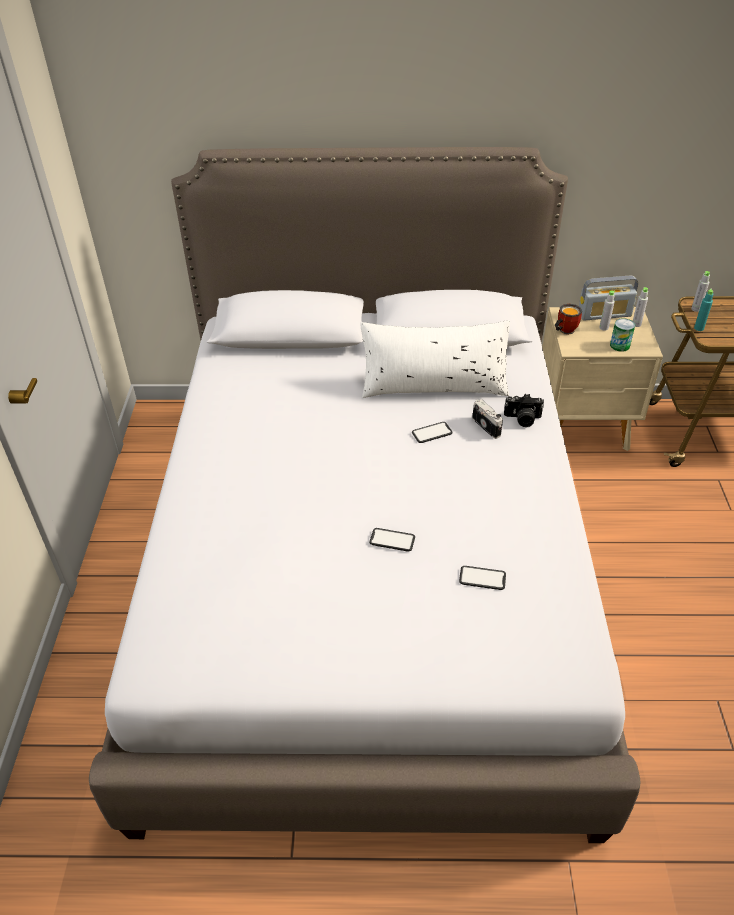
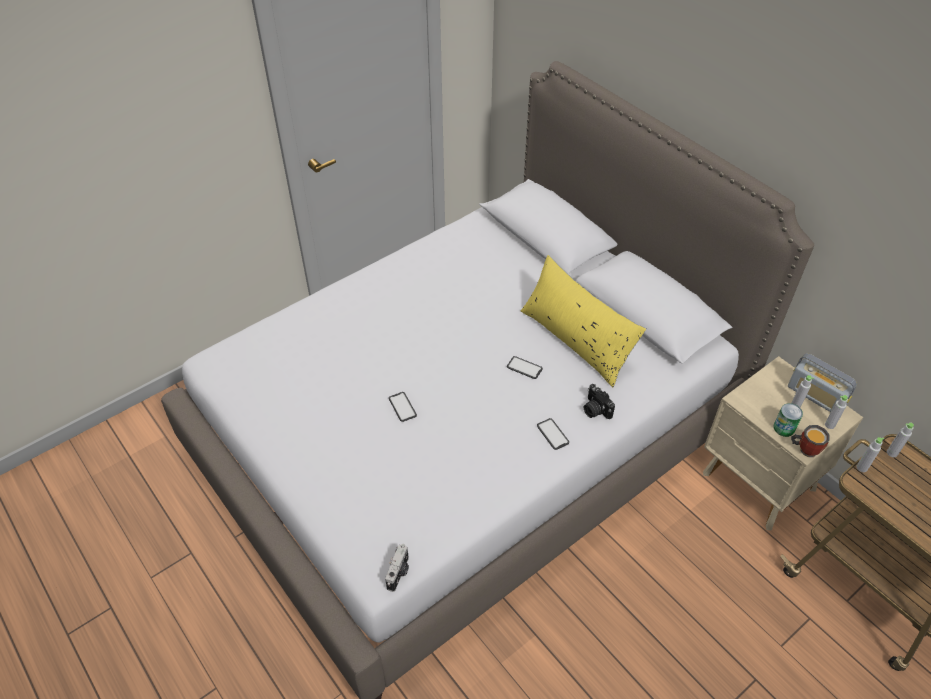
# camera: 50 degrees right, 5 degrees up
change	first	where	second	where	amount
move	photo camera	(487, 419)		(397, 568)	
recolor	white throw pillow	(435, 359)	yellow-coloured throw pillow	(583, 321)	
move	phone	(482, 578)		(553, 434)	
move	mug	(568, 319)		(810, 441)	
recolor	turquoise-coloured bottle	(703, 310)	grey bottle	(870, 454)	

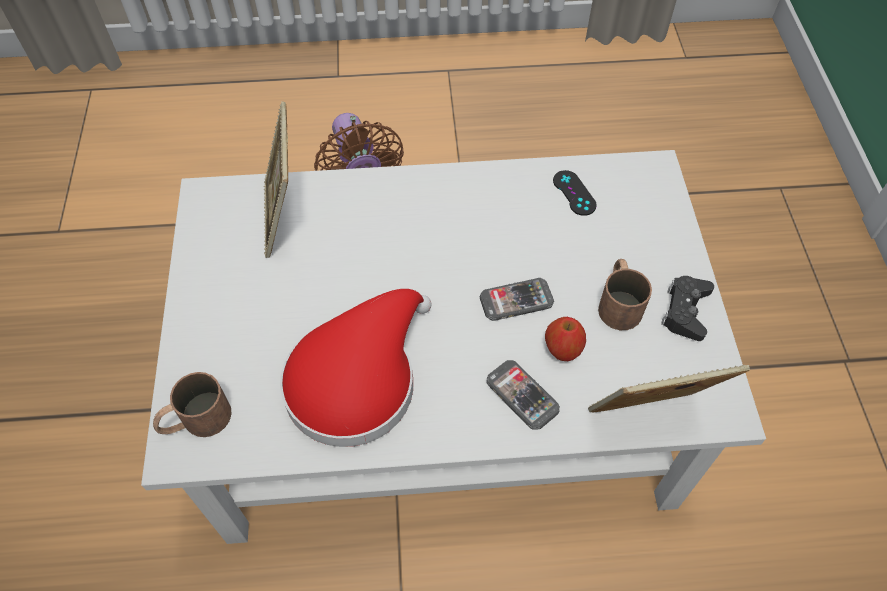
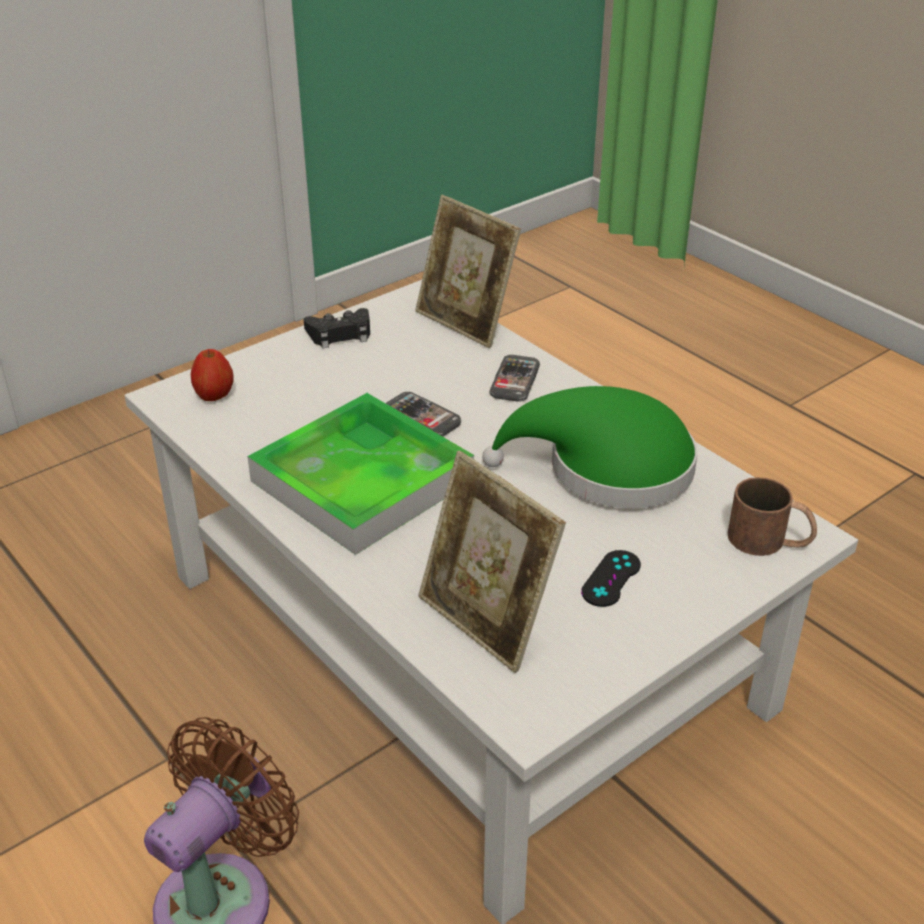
# camera: 125 degrees left, 20 degrees down
change	first	where	second	where	amount
move	apple	(565, 339)		(212, 375)	
insert			carrying tray	(360, 474)	
rotate	standing frame	(276, 179)		(492, 562)	90 degrees clockwise
recolor	red-coloured hat	(356, 368)	green hat	(589, 447)	
move	blackish gamepad	(575, 193)		(611, 578)	
delete	brownish mug	(625, 294)			

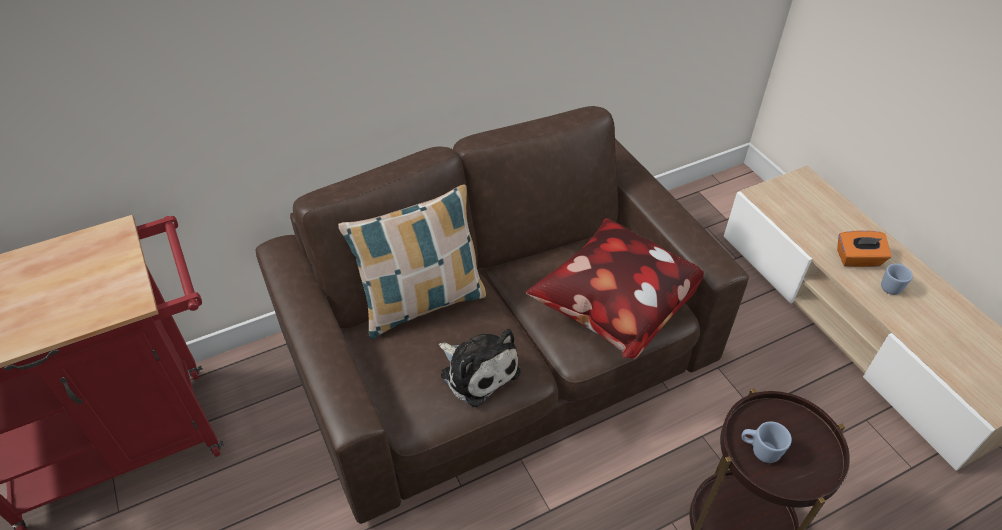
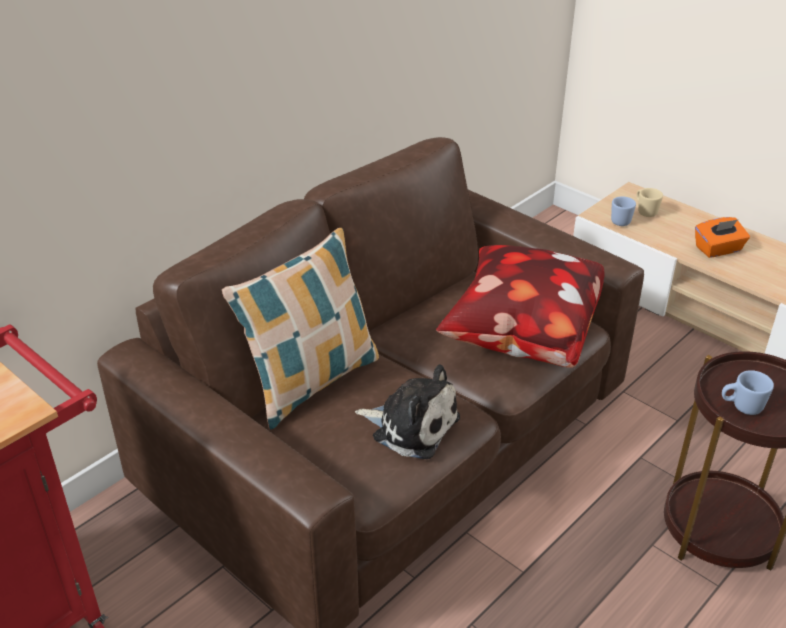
# camera: 20 degrees left, 10 degrees down
change	first	where	second	where	amount
move	blue-coloured mug	(897, 279)		(623, 211)	
insert			beige mug	(649, 202)	

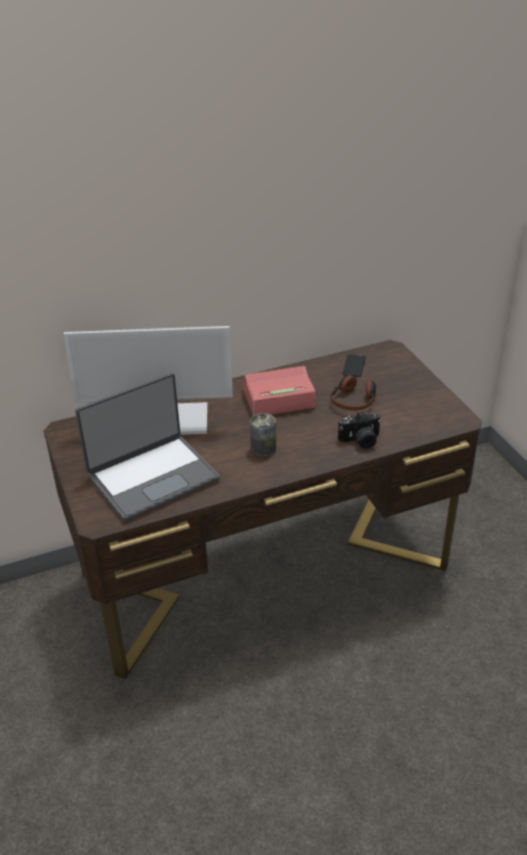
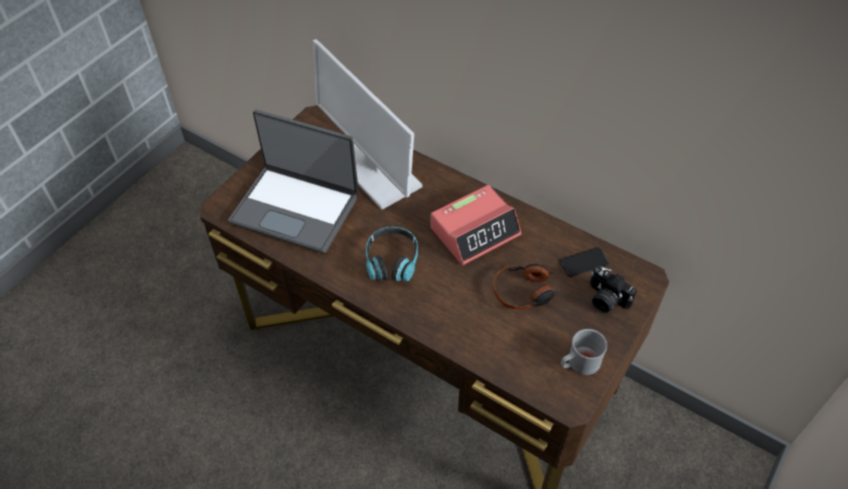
# camera: 55 degrees right, 15 degrees up
change	first	where	second	where	amount
replace	metal can	(263, 434)	headphones	(392, 254)	
rotate	table clock	(279, 391)		(476, 225)	105 degrees clockwise
insert			grey mug	(584, 352)	
move	photo camera	(359, 430)		(613, 289)	

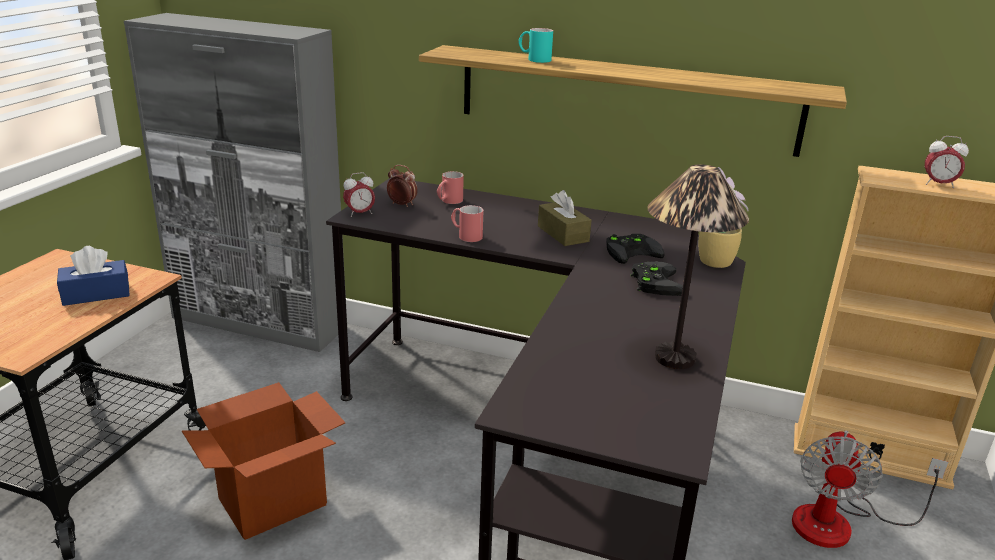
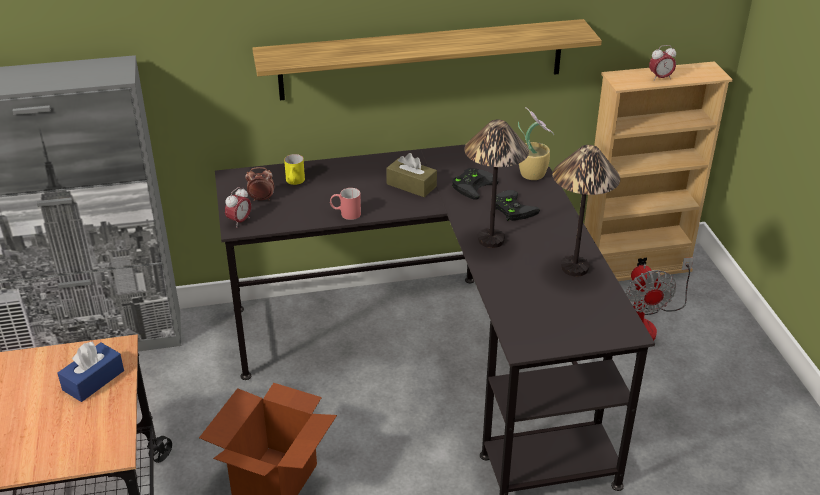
# camera: 30 degrees left, 10 degrees up
change	first	where	second	where	amount
recolor	red-coloured mug	(450, 187)	yellow-coloured mug	(294, 169)	
insert			table lamp	(496, 184)	
delete	turquoise-coloured mug	(535, 45)			

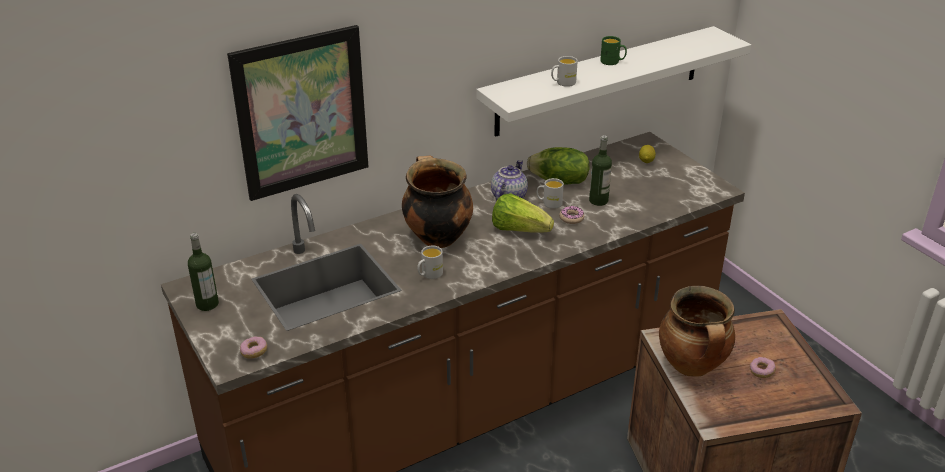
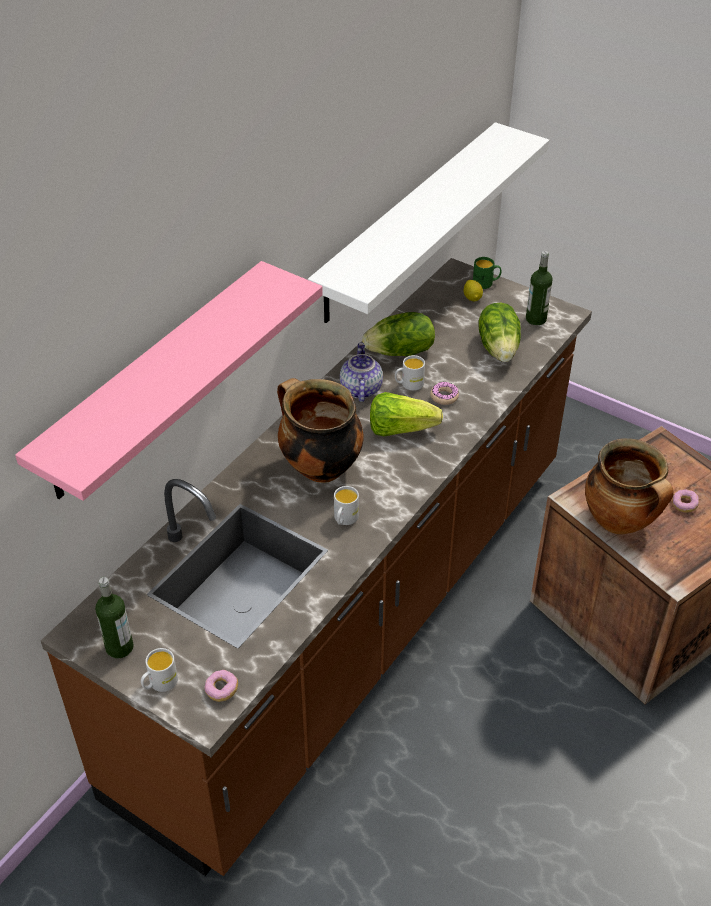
# camera: 25 degrees left, 10 degrees up
change	first	where	second	where	amount
replace	wall art	(297, 113)	pink bracket shelf	(169, 381)	
move	white mug	(564, 71)		(159, 670)	
move	green mug	(613, 50)		(487, 273)	
insert			lettuce head	(499, 332)	
move	bottle	(600, 170)		(539, 288)	

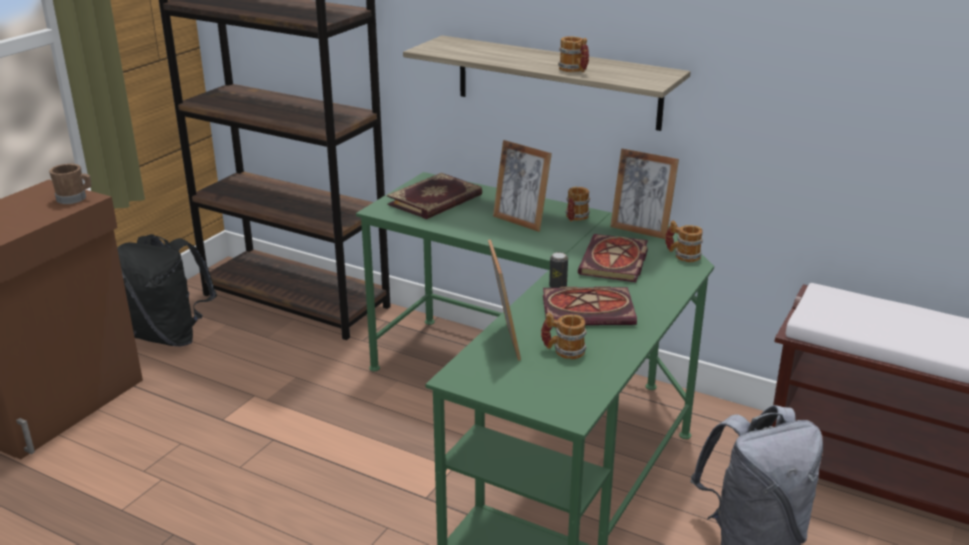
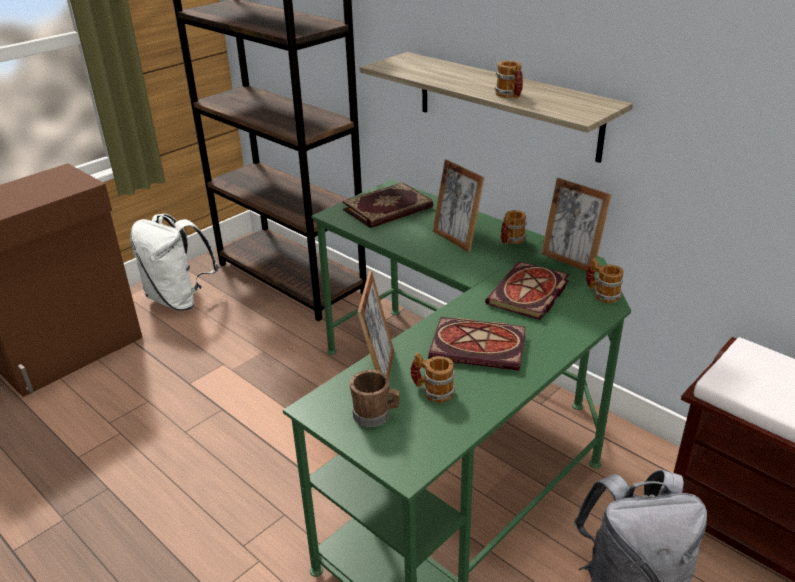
# camera: 15 degrees right, 5 degrees up
change	first	where	second	where	amount
recolor	blackish knapsack	(167, 290)	white knapsack	(174, 262)	
move	brownish mug	(70, 184)		(375, 398)	
delete	metal can	(558, 270)			

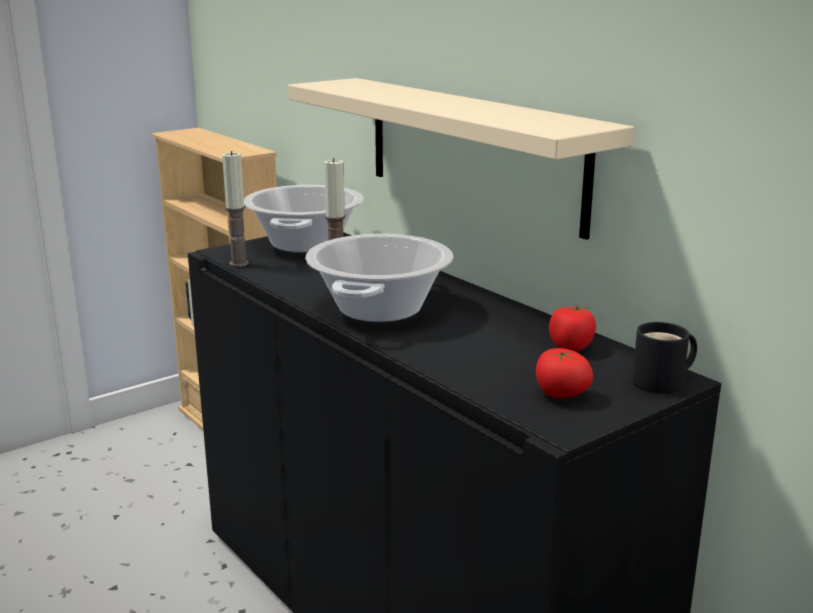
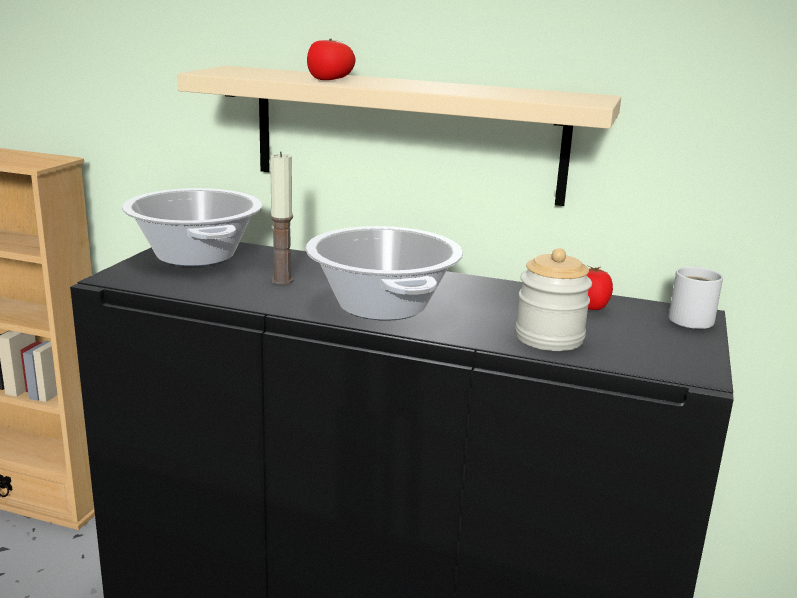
# camera: 35 degrees left, 0 degrees up
change	first	where	second	where	amount
move	fresh tomato	(564, 373)		(331, 59)	
insert			storage jar	(554, 299)	
recolor	blackish mug	(664, 357)	white mug	(696, 298)	
delete	candle	(235, 209)			

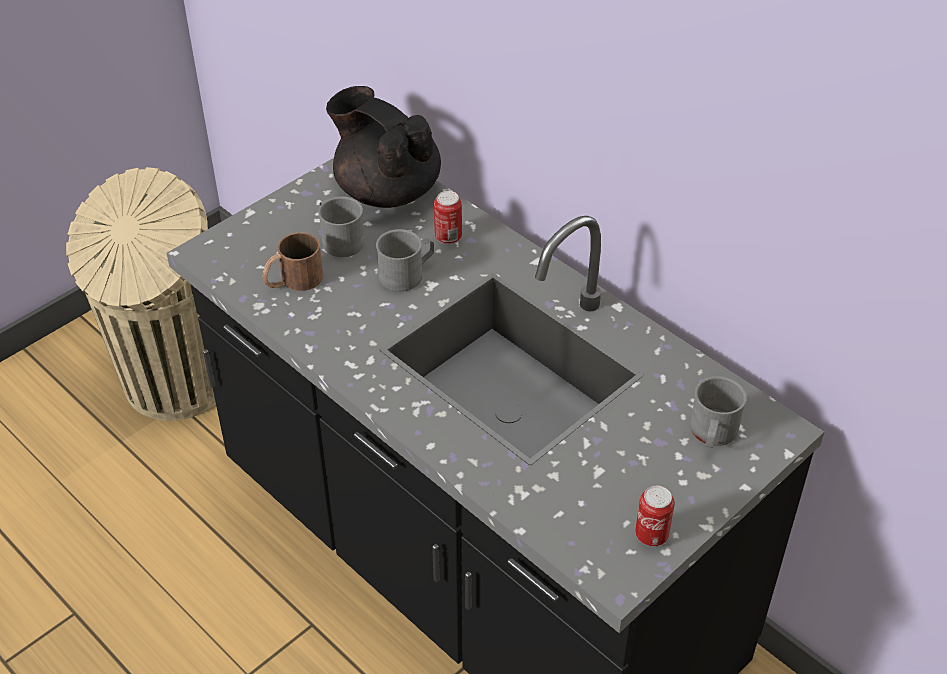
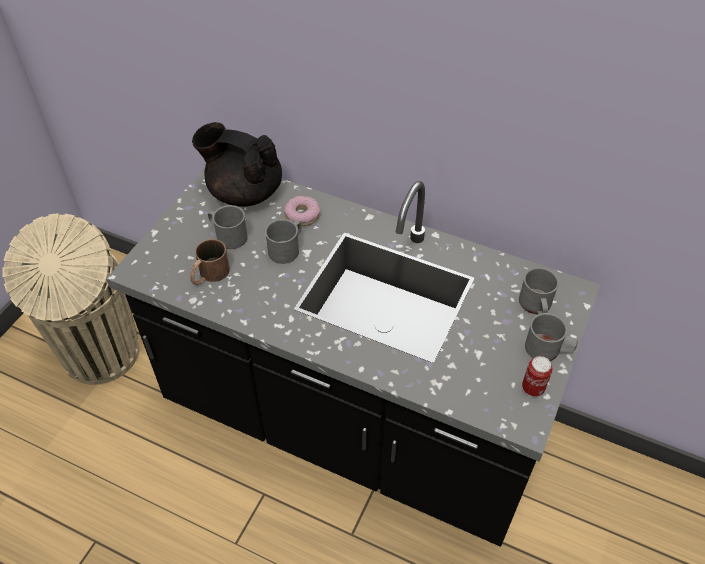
# camera: 20 degrees left, 5 degrees up
change	first	where	second	where	amount
replace	metal can	(448, 217)	doughnut	(302, 211)	
insert			grey mug	(551, 337)	

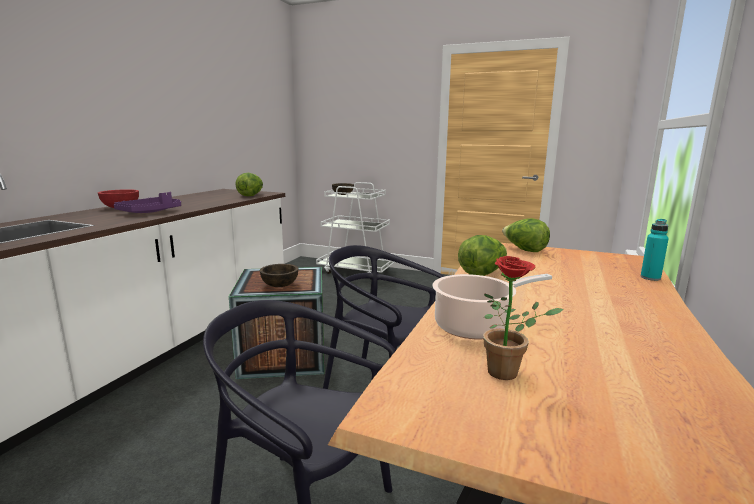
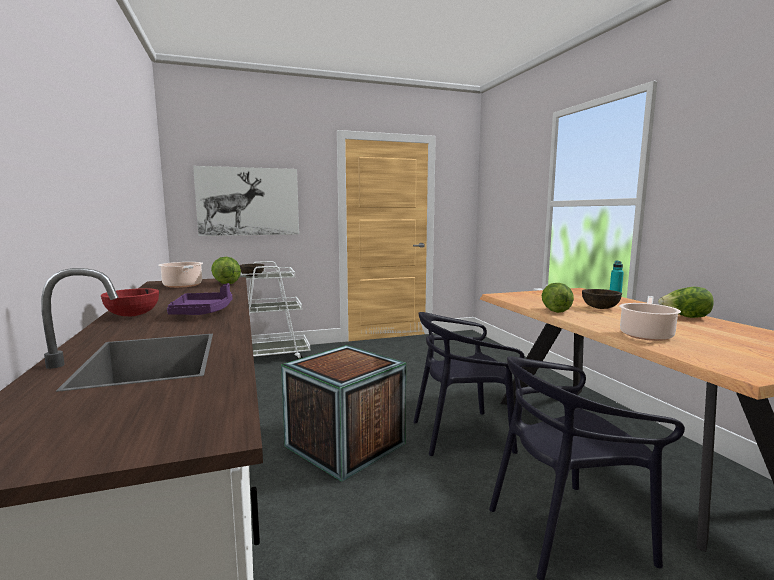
# camera: 40 degrees left, 5 degrees down
change	first	where	second	where	amount
insert			stockpot	(180, 275)	
insert			wall art	(246, 201)	
move	brownish bowl	(279, 275)		(602, 299)	
move	lettuce head	(526, 235)		(685, 302)	
delete	potted plant	(523, 318)			

